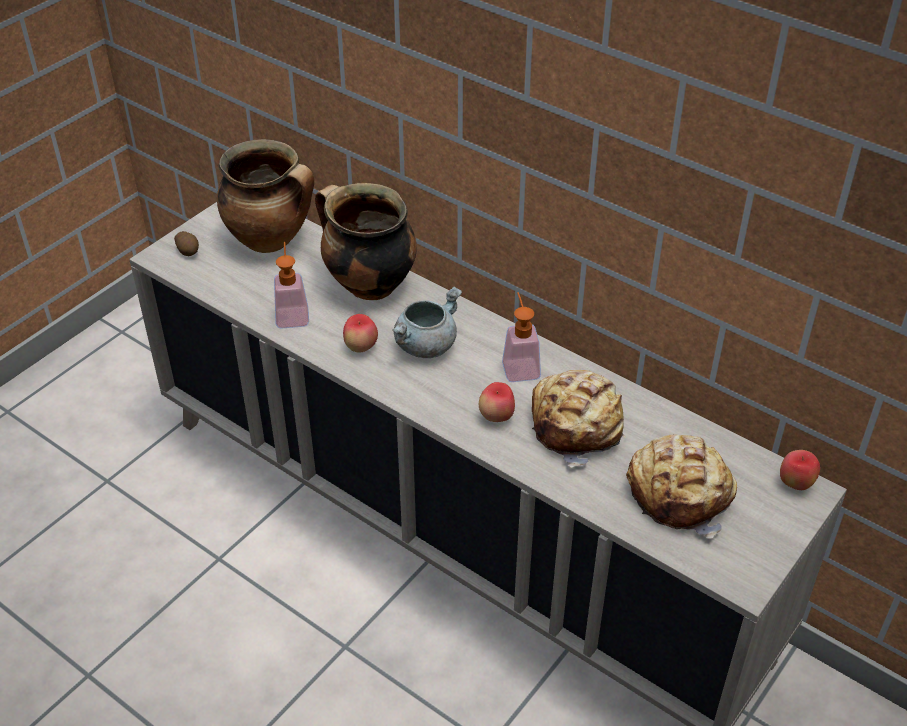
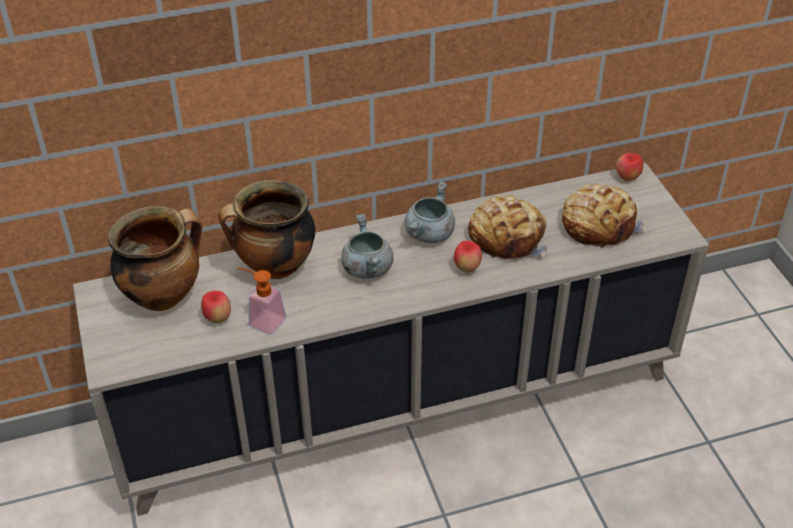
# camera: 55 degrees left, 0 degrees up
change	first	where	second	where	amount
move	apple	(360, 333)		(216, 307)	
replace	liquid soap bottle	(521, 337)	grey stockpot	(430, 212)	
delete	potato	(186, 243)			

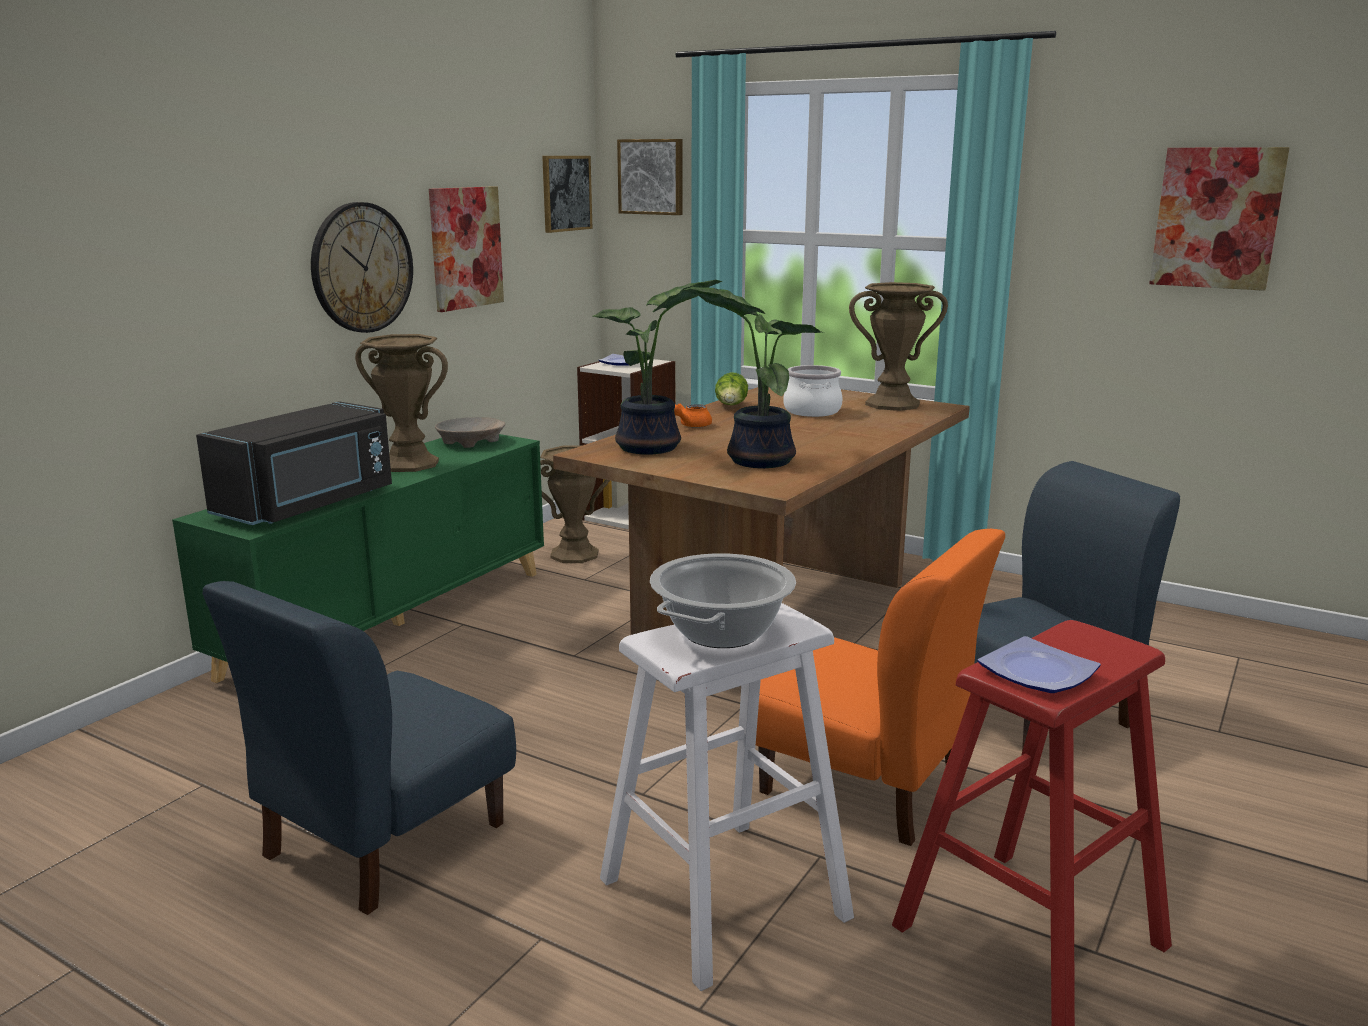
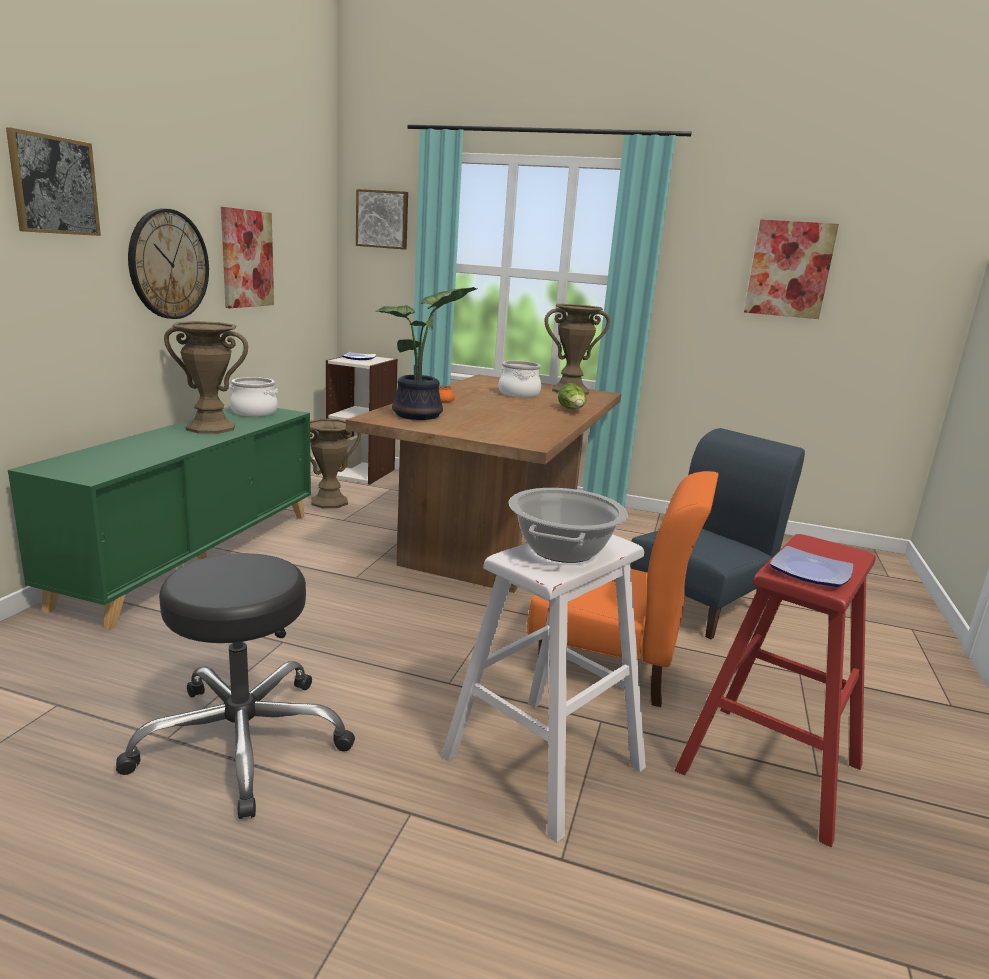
# camera: 15 degrees left, 0 degrees up
change	first	where	second	where	amount
move	wall art	(567, 194)		(53, 181)	
replace	blue-coloured plain chair	(359, 748)	blackish sitting stool	(235, 686)	
replace	beige bowl	(470, 432)	stockpot	(253, 397)	
move	lettuce head	(731, 388)		(572, 396)	
delete	blackish kitchen microwave	(294, 463)			
delete	potted plant	(754, 377)			

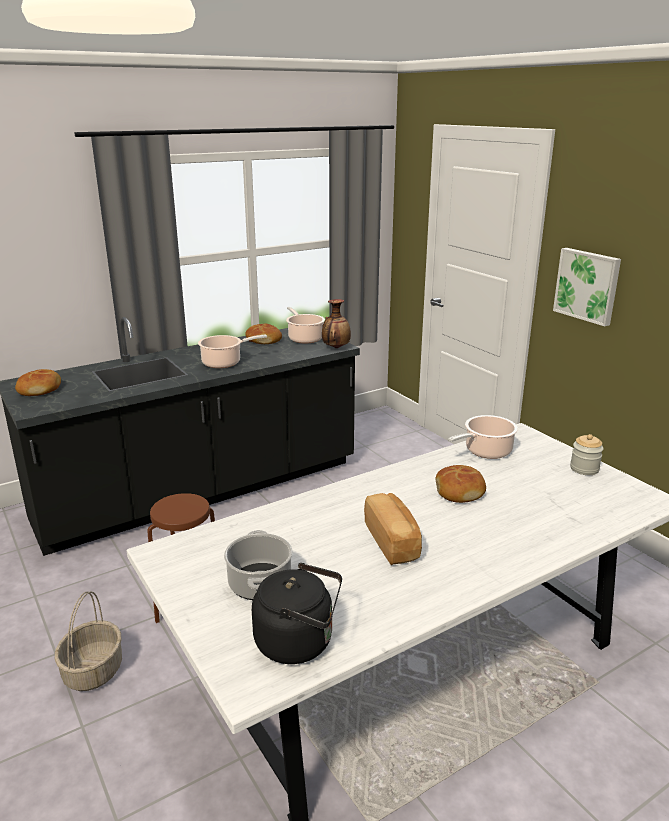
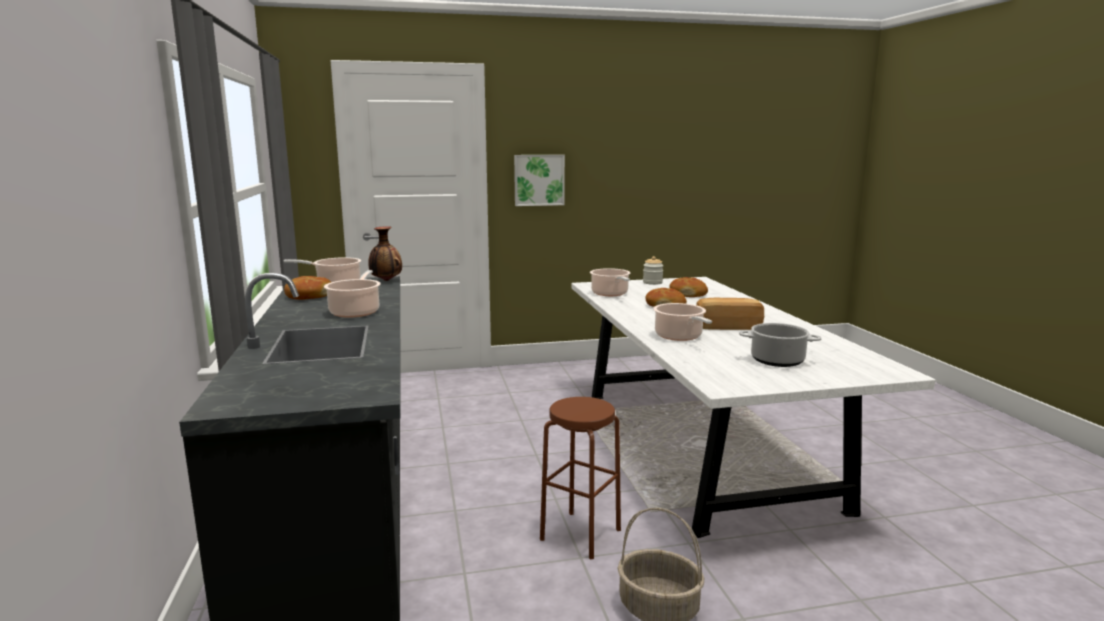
# camera: 70 degrees left, 10 degrees down
change	first	where	second	where	amount
insert			stockpot	(682, 322)	
move	bread	(38, 382)		(688, 287)	
delete	blackish tea kettle	(297, 613)			

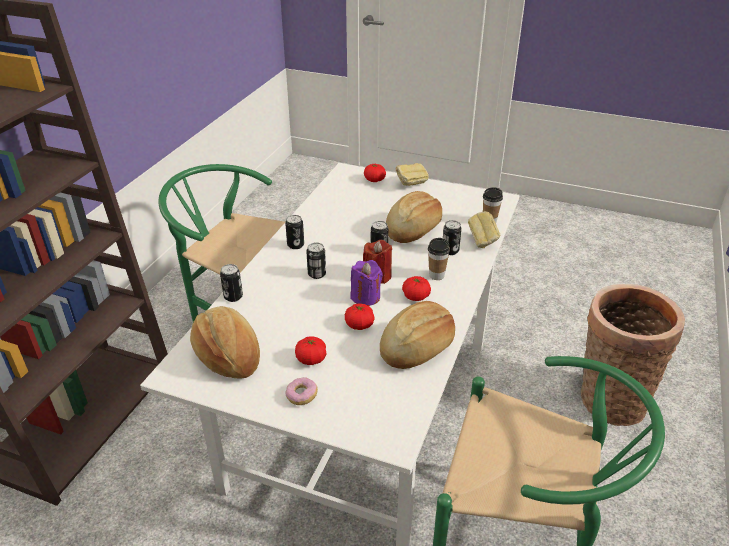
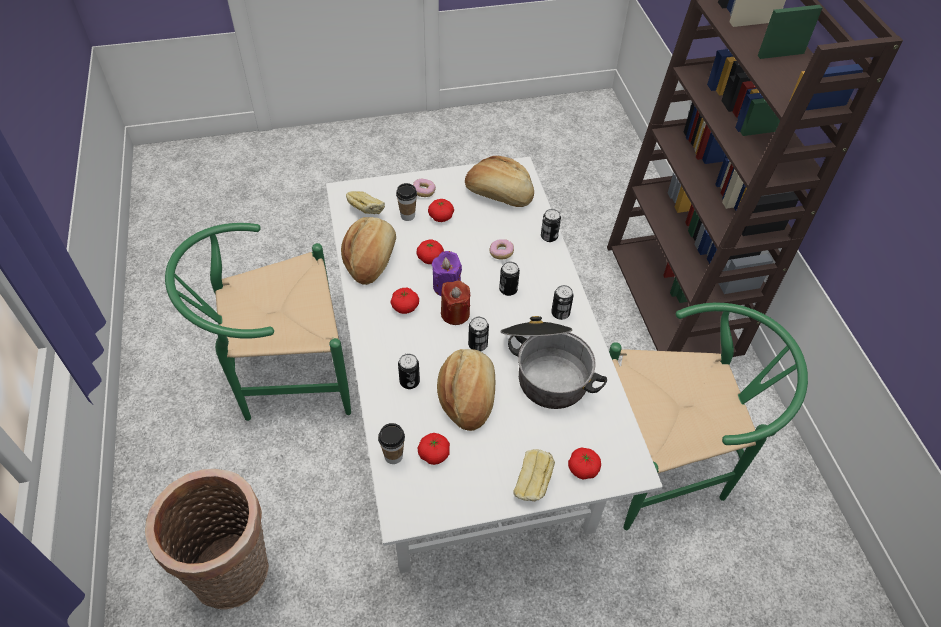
# camera: 145 degrees right, 15 degrees up
change	first	where	second	where	amount
move	bread	(484, 229)		(365, 202)	
move	cup	(439, 259)		(406, 202)	
insert			fresh tomato	(433, 449)	
insert			doughnut	(502, 249)	
insert			stockpot	(554, 362)	

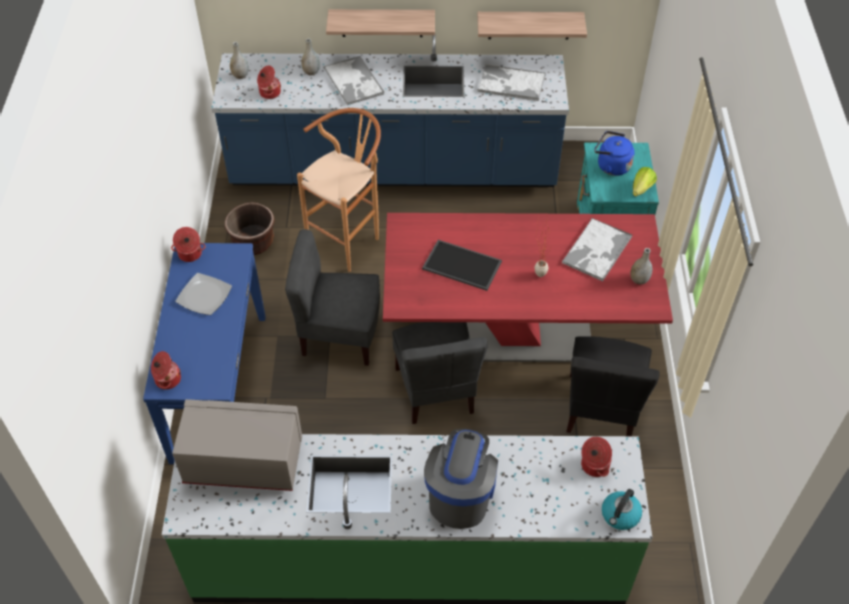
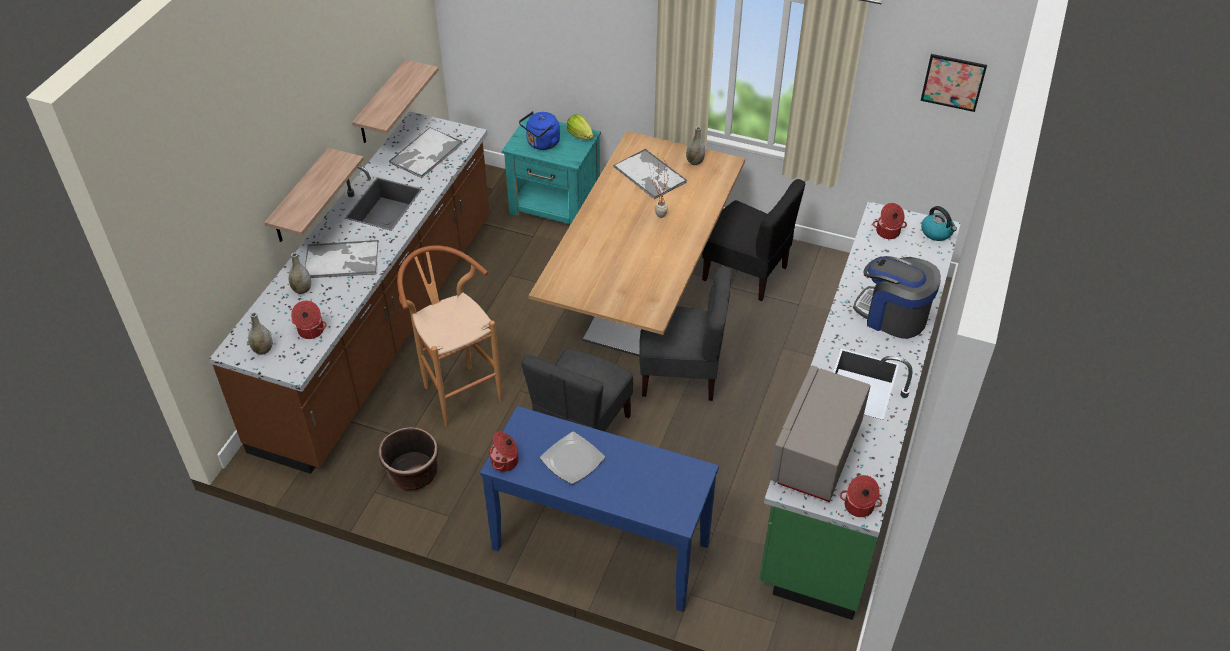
# camera: 70 degrees left, 5 degrees down
change	first	where	second	where	amount
recolor	blue-coloured kitchen base unit	(390, 110)	brownish kitchen base unit	(349, 293)	
recolor	red-coloured kitchen table	(528, 287)	beige kitchen table	(637, 243)	
move	stockpot	(166, 370)		(861, 496)	
insert			wall art	(953, 83)	
delete	carrying tray	(462, 265)			

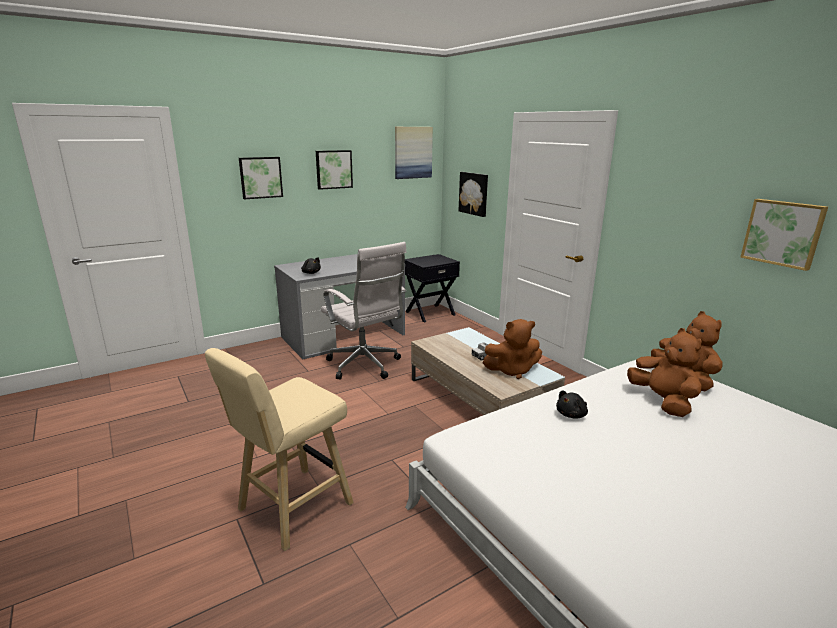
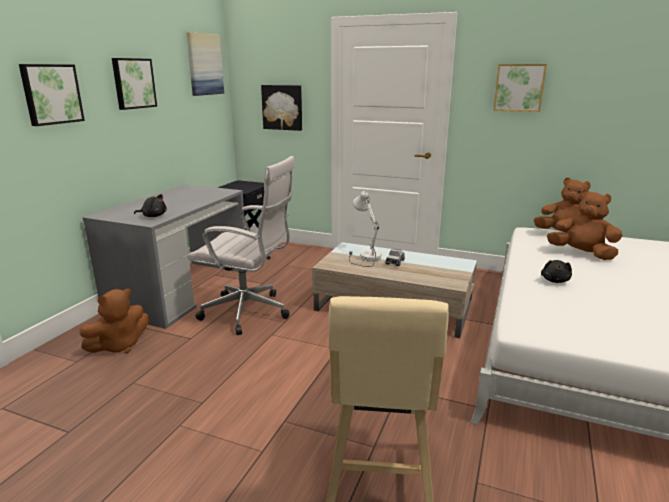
# camera: 35 degrees left, 0 degrees up
change	first	where	second	where	amount
move	brownish cuddly toy	(512, 349)		(114, 321)	
insert			white table lamp	(365, 229)	
move	wall art	(784, 235)		(520, 88)	

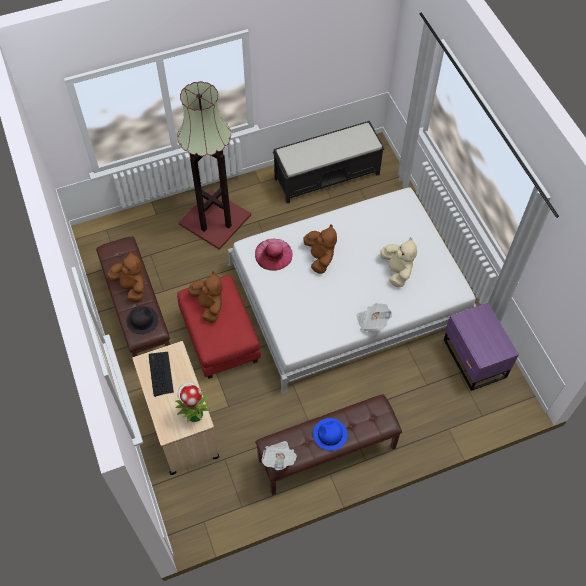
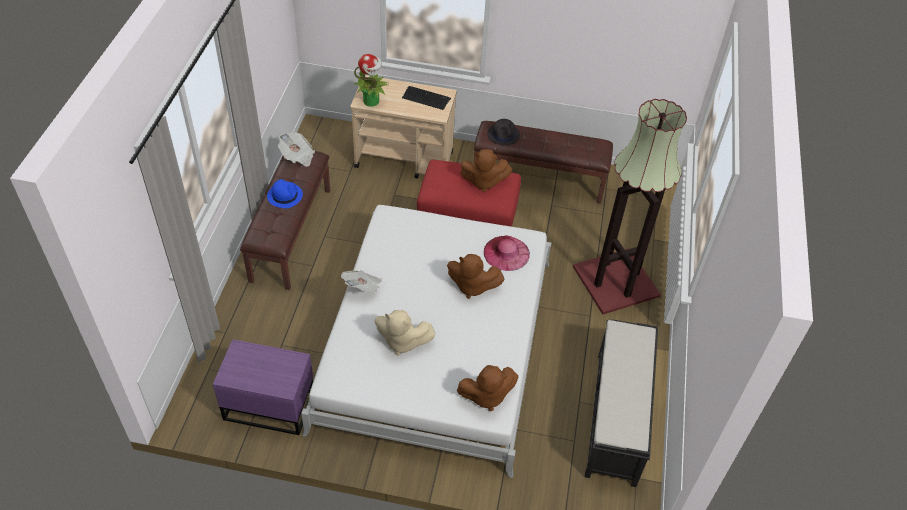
# camera: 120 degrees right, 10 degrees down
change	first	where	second	where	amount
move	brownish cuddly toy	(125, 276)		(487, 388)	

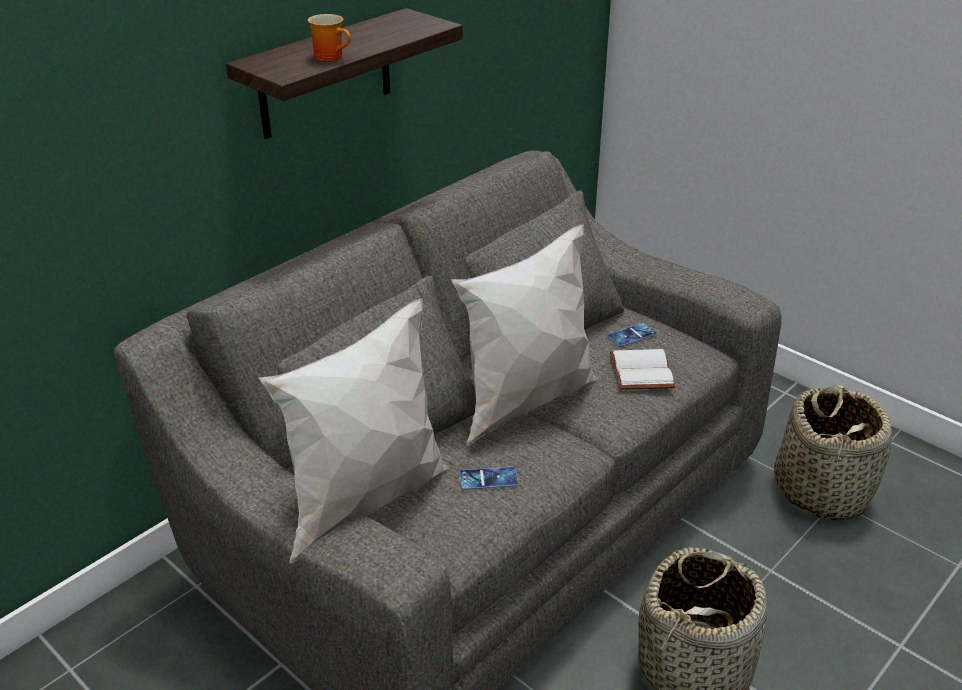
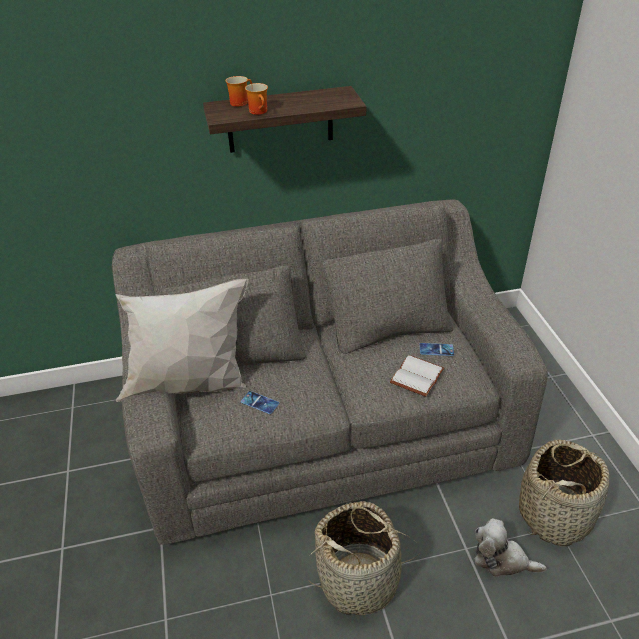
# camera: 35 degrees right, 5 degrees up
change	first	where	second	where	amount
insert			mug	(238, 91)	
insert			cuddly toy	(511, 547)	
delete	white throw pillow	(524, 335)			

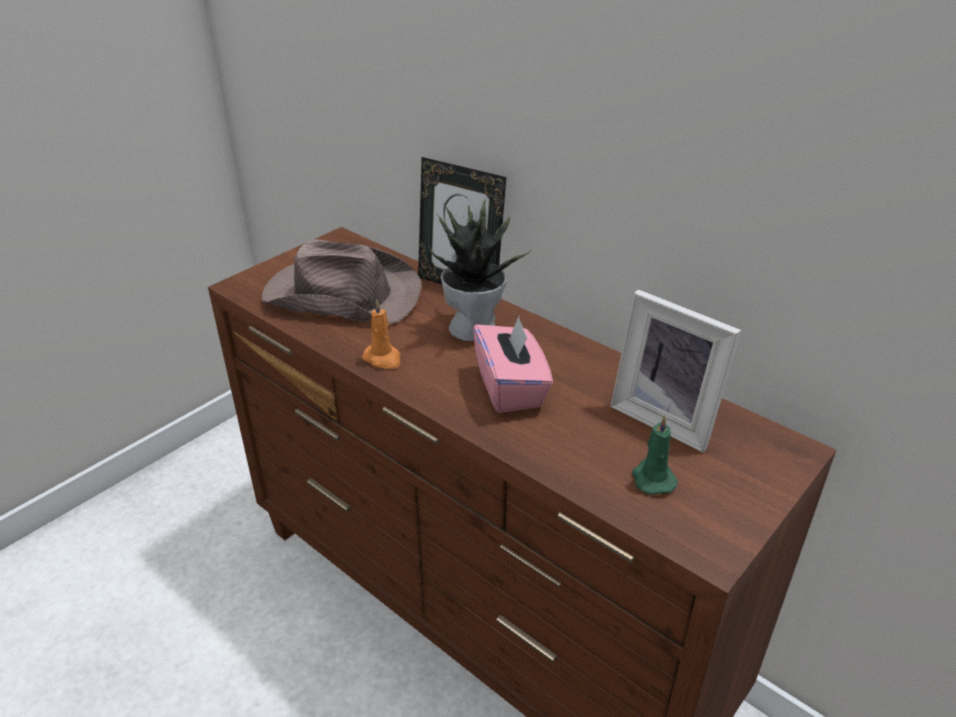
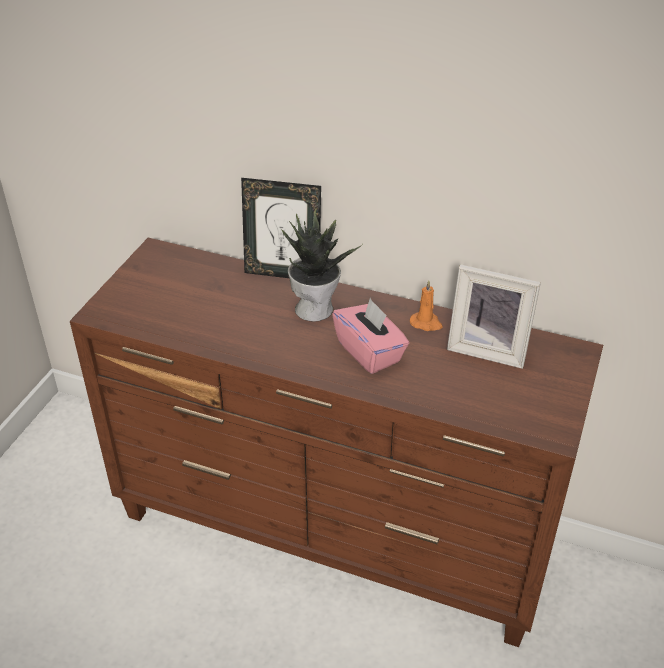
# camera: 20 degrees left, 5 degrees up
change	first	where	second	where	amount
move	orangey candle	(381, 334)		(426, 305)	
delete	brownish hat	(342, 281)			
delete	green candle	(655, 455)			

